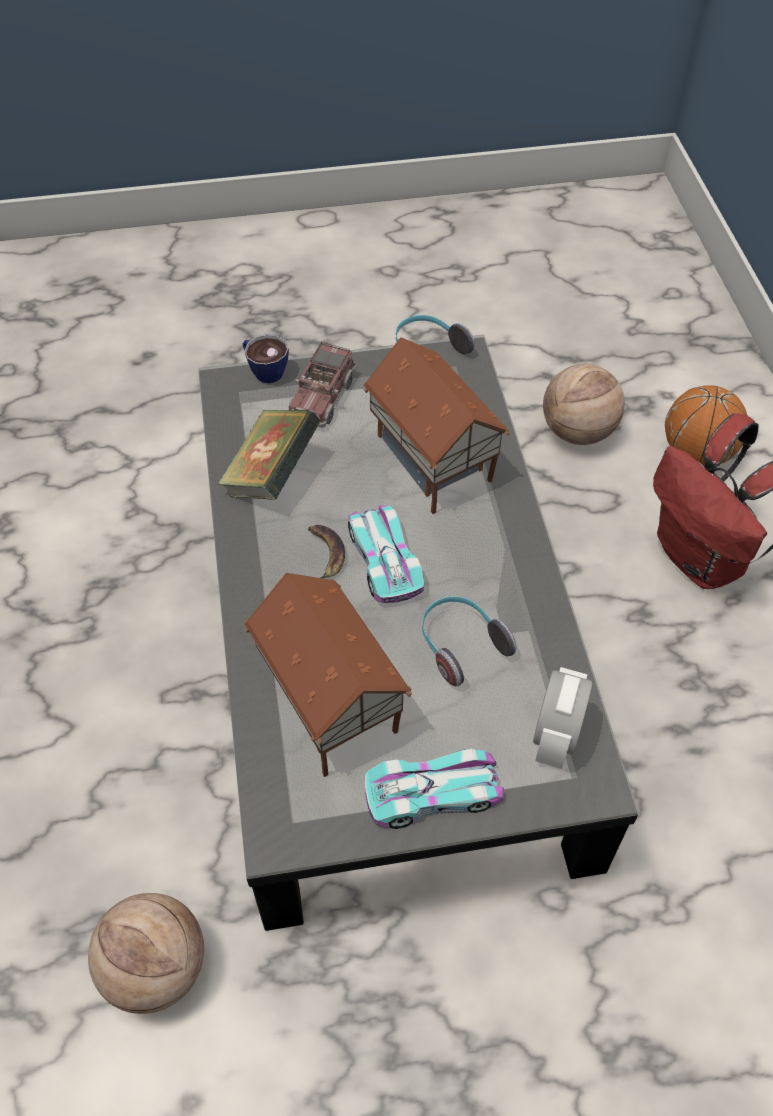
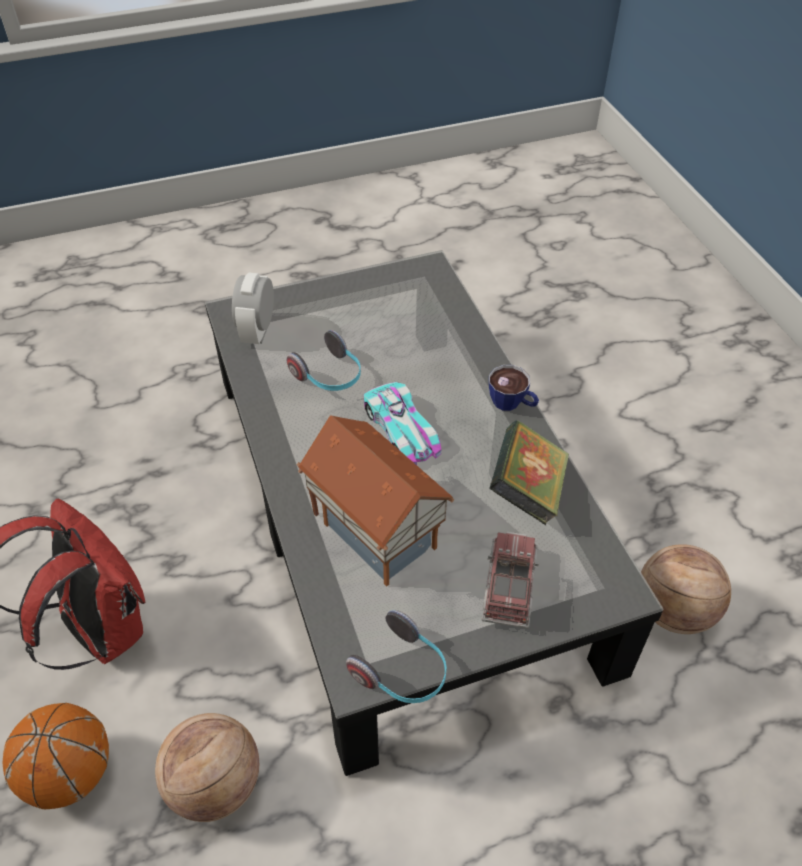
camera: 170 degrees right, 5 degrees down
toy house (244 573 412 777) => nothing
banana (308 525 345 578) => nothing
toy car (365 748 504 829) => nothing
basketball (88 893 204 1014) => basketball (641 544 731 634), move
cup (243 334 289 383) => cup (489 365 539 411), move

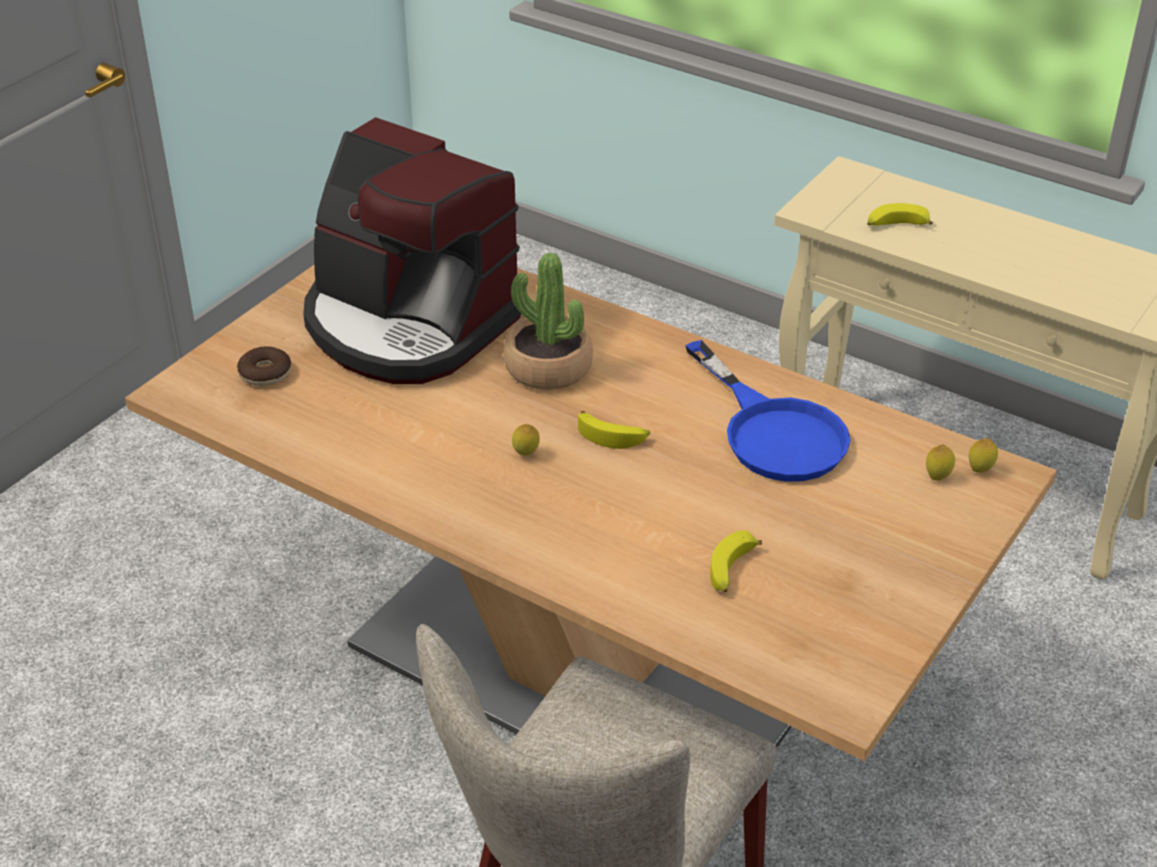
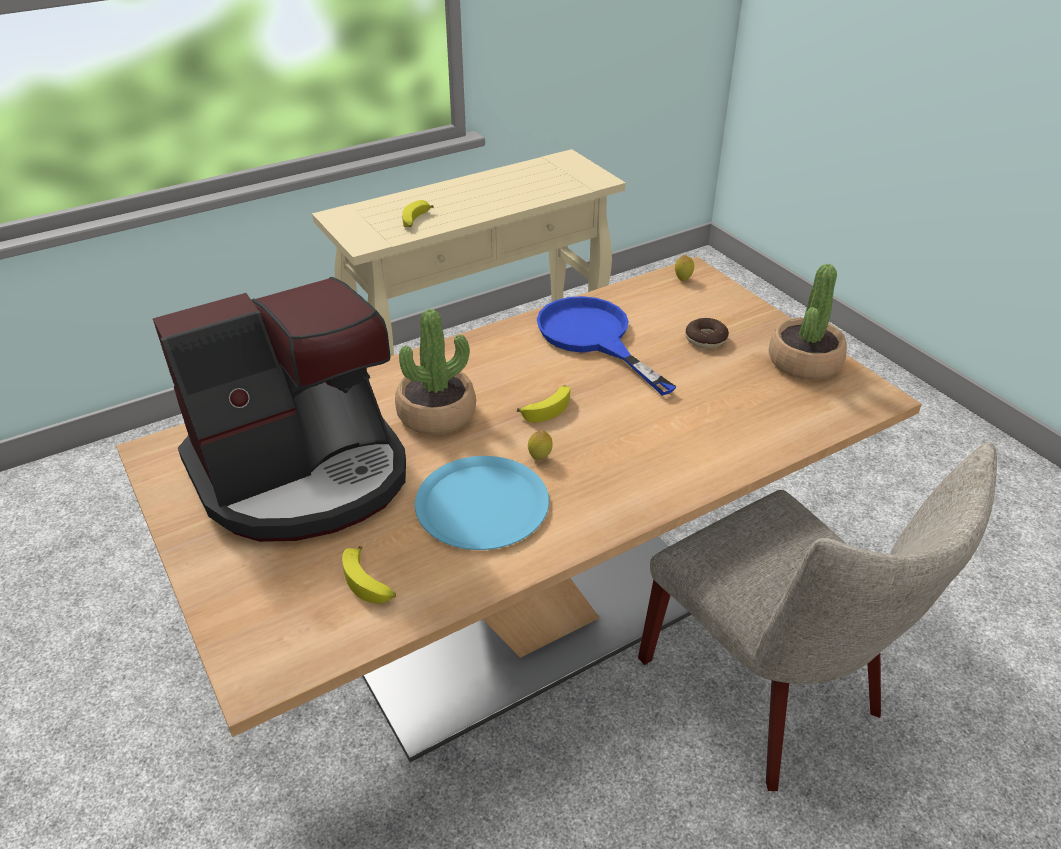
camera: 65 degrees left, 0 degrees up
lemon (926 444 955 481) => nothing
nothing => plate/blue (415 456 549 550)
nothing => potted plant (769 264 847 380)
donut (237 346 291 386) => donut (685 318 729 349), move
banana (710 530 762 592) => banana (342 546 396 603), move
frying pan/blue (685 340 850 482) => frying pan/blue (537 296 677 396), 120 degrees counterclockwise

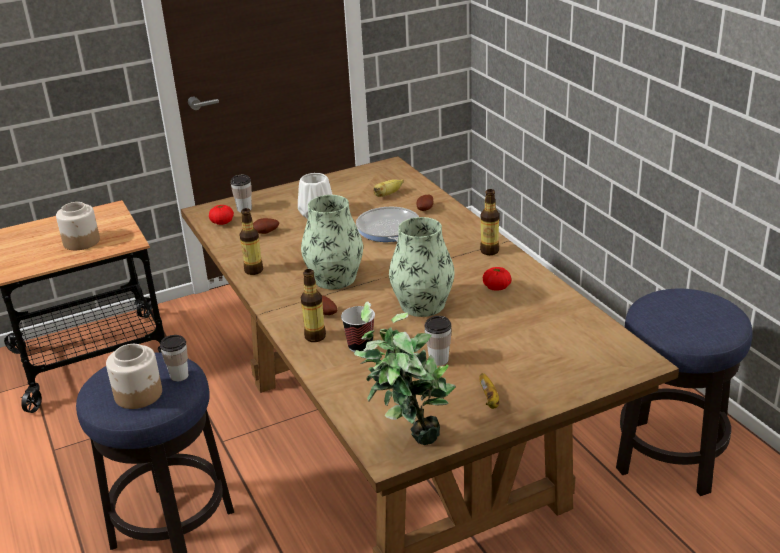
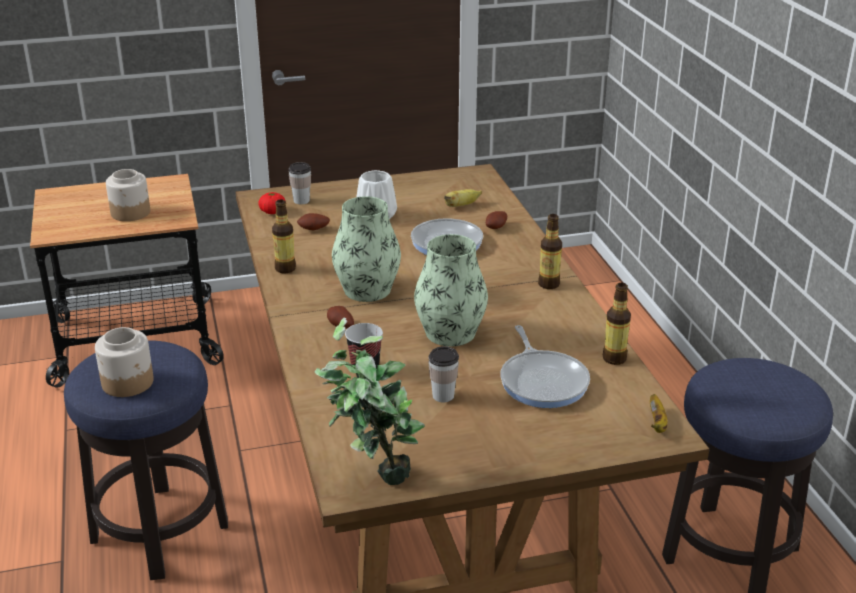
camera: 10 degrees right, 0 degrees up
cup (160 335 188 382) => nothing
tomato (483 267 511 291) => nothing
nothing => frying pan (501 325 590 408)
bottle (301 269 326 342) => bottle (603 283 631 365), move
banana (479 373 499 409) => banana (650 394 668 433), move

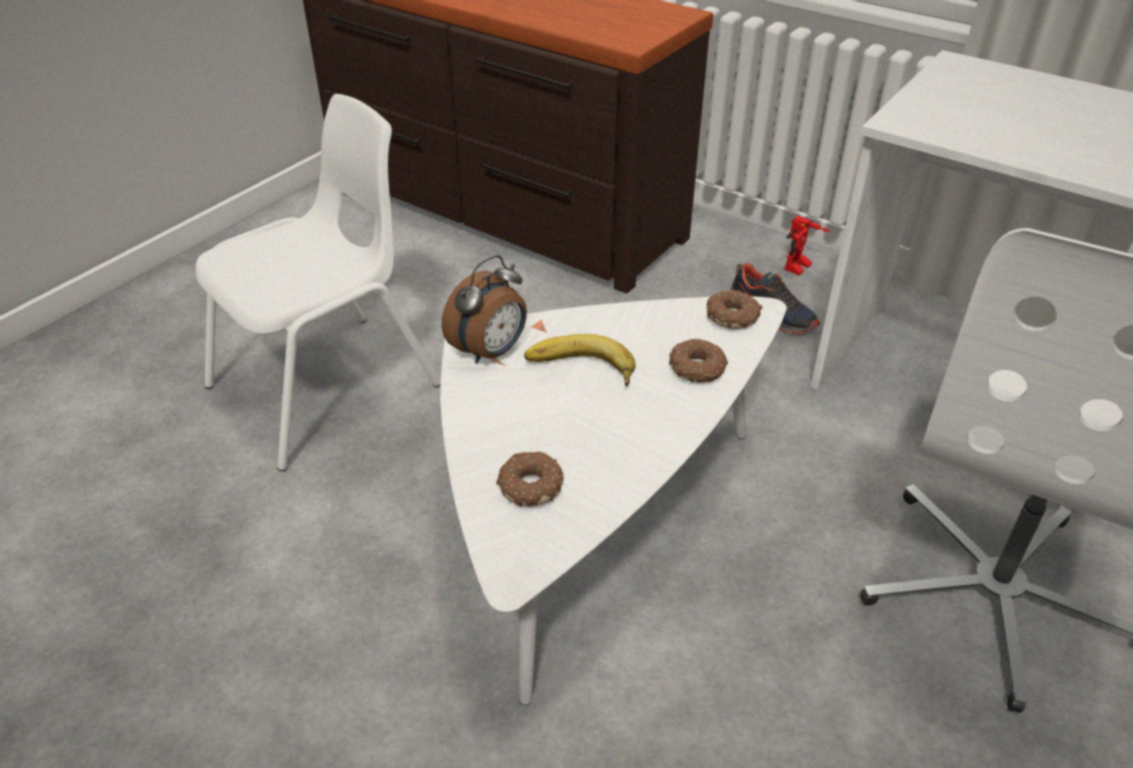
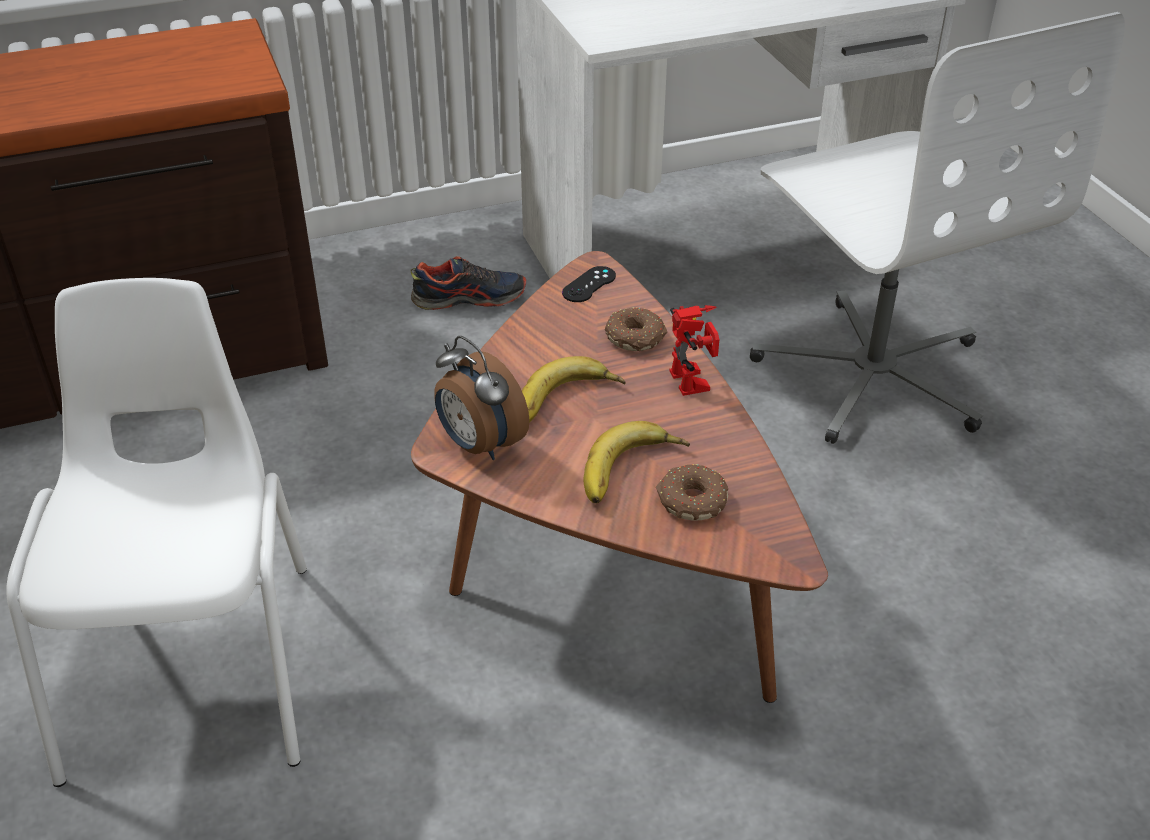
camera: 55 degrees left, 0 degrees up
nothing => banana (584 421 690 503)
toy robot (784 216 830 275) => toy robot (669 305 719 396), move
donut (706 290 763 329) => game controller/black (562 266 616 302)
coffee table/white (440 296 787 705) => coffee table/brown (411 251 828 703)
alarm clock (442 255 527 364) => alarm clock (434 336 530 460), 150 degrees clockwise

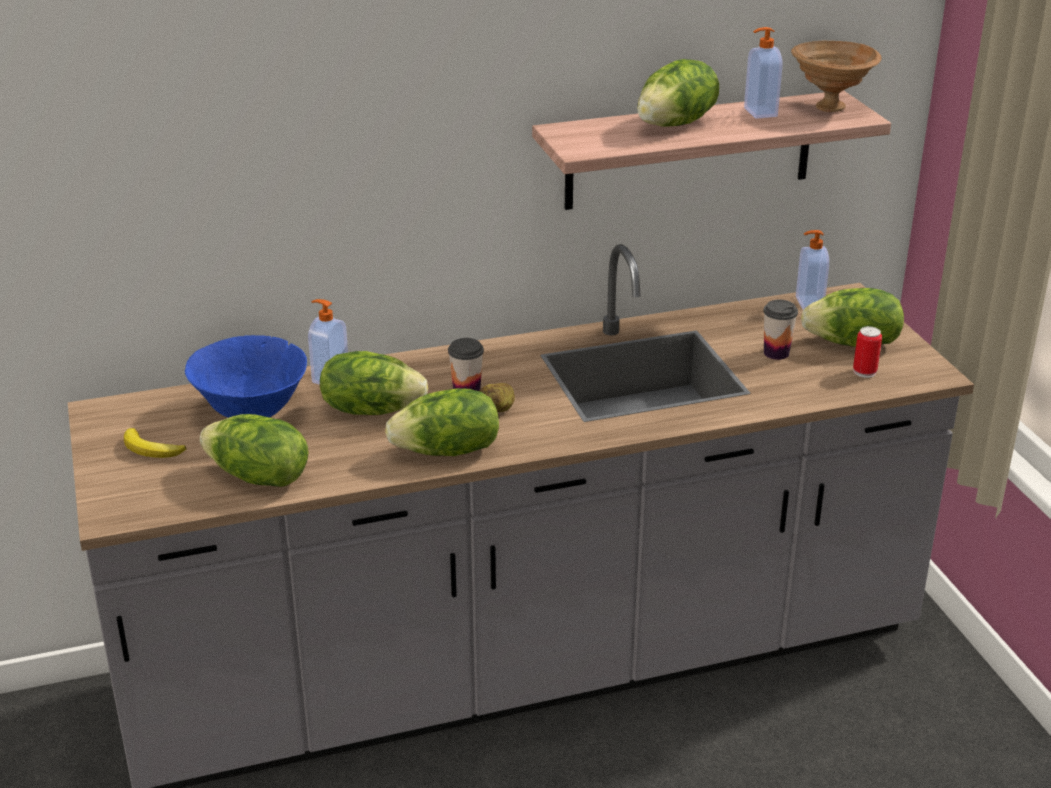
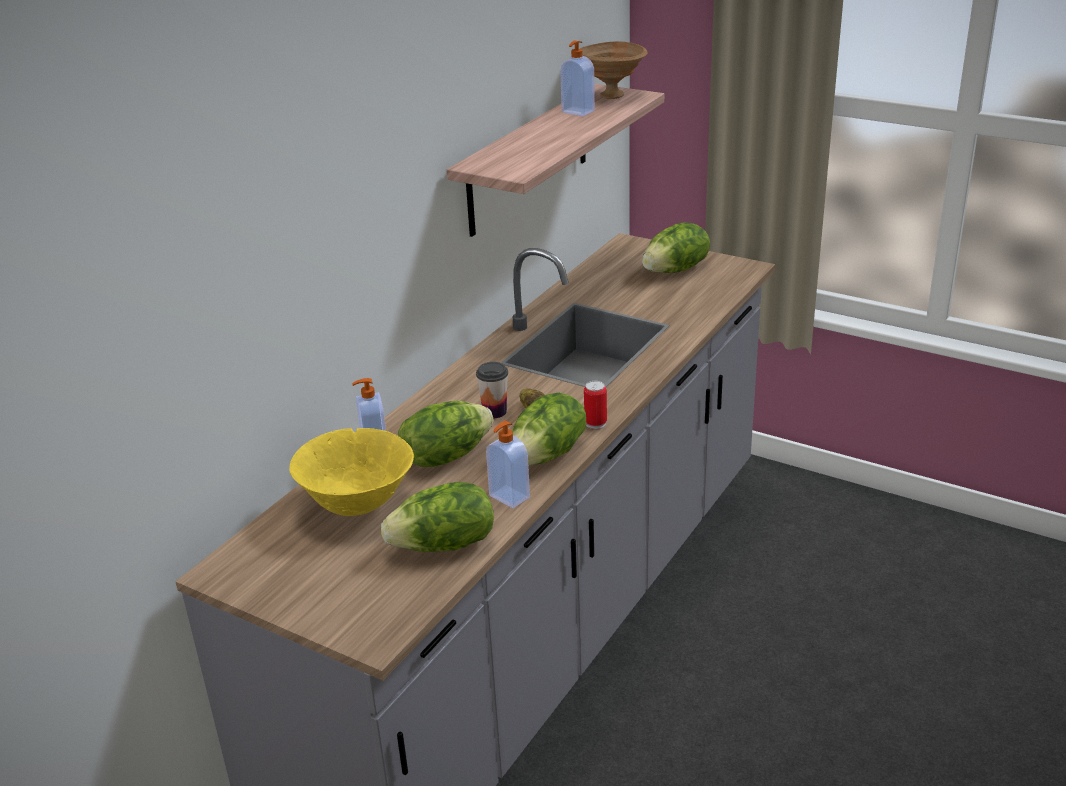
camera: 40 degrees left, 0 degrees up
banana (124 428 186 458) => nothing
lettuce (637 59 719 127) => nothing
cup (763 300 798 360) => nothing
soap dispenser (796 230 829 309) => soap dispenser (486 421 530 508), move
can (853 326 882 378) => can (584 381 607 429), move
bowl/blue (185 335 307 418) => bowl/yellow (289 428 414 516)

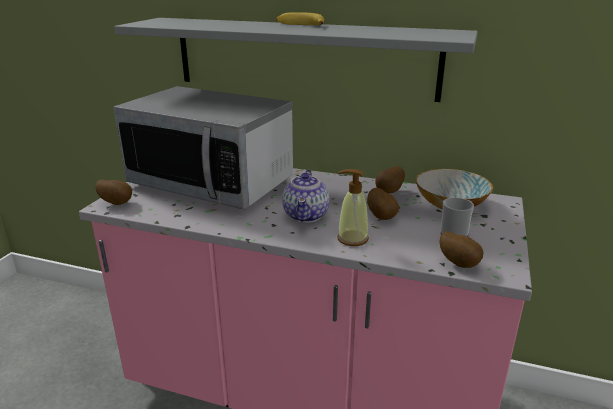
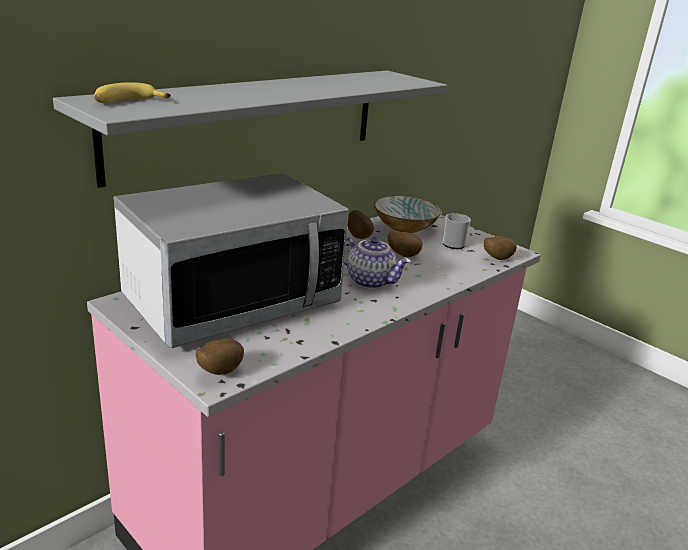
camera: 65 degrees left, 0 degrees up
soap dispenser (337 169 369 246) => nothing
banana (276 12 324 25) => banana (94 82 171 103), move

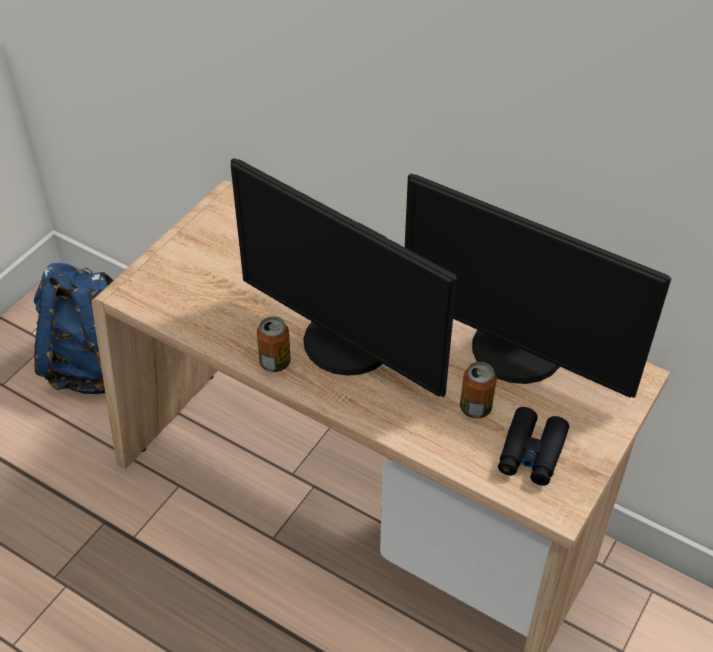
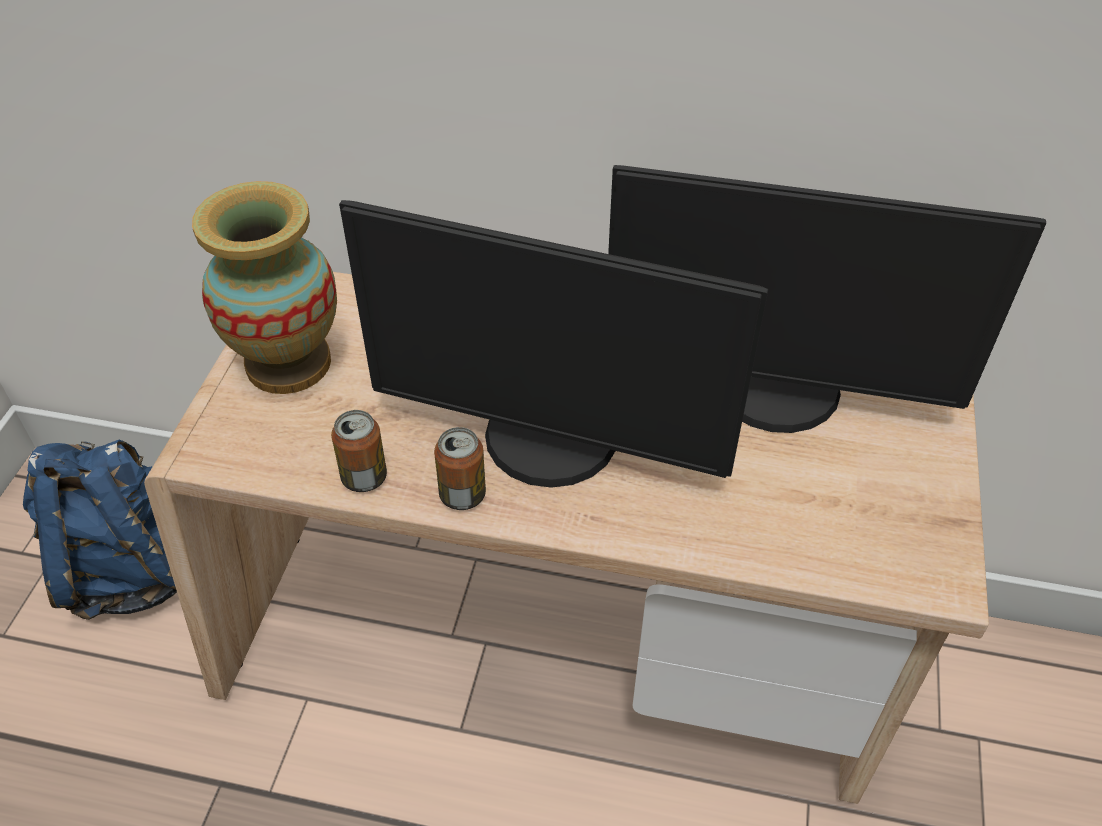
camera: 20 degrees left, 0 degrees up
binoculars/black (498 407 569 486) => nothing
nothing => vase (192 181 337 394)
can (460 362 497 418) => can (331 410 387 492), move

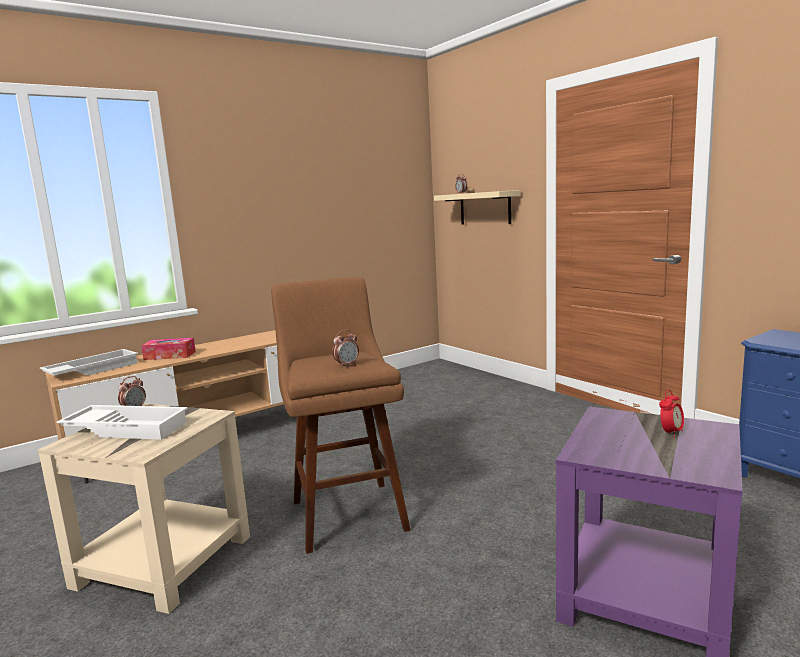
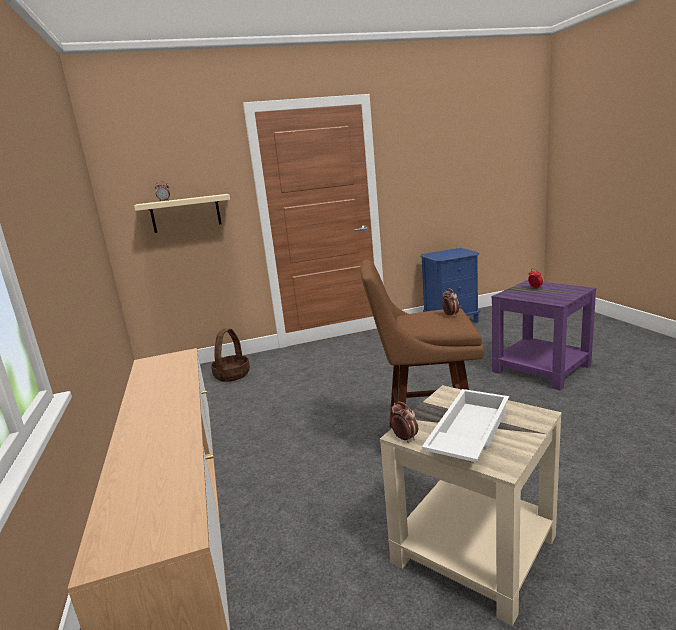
camera: 70 degrees left, 5 degrees up
tray/white (40 349 138 376) => nothing
tissue box (141 338 196 360) => nothing
nothing => basket (211 328 250 382)

